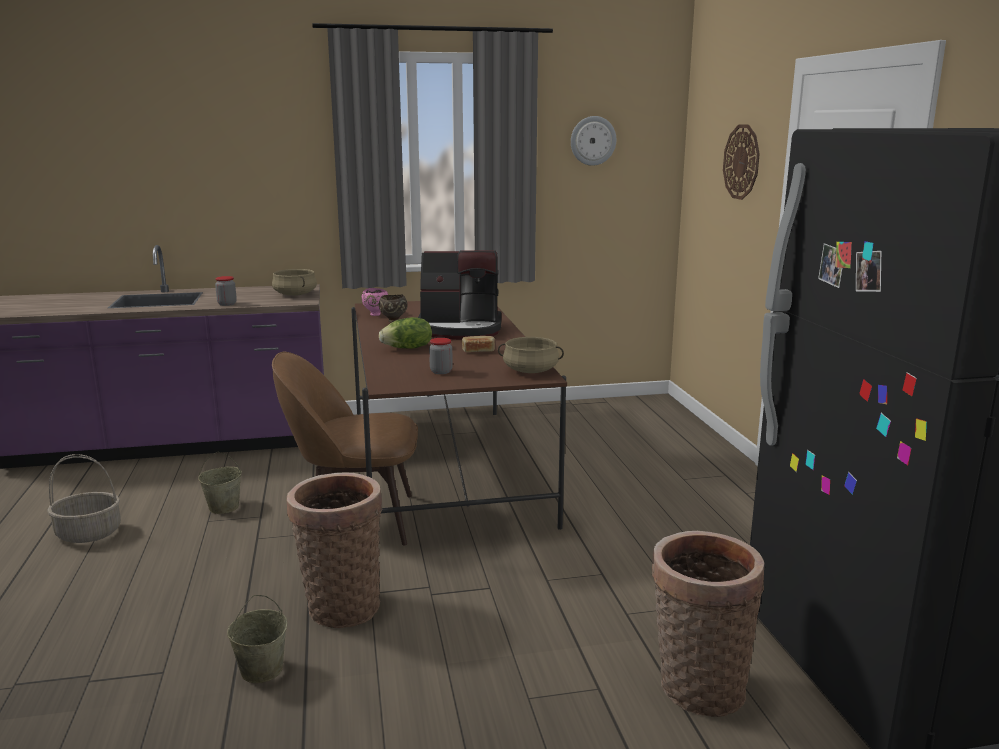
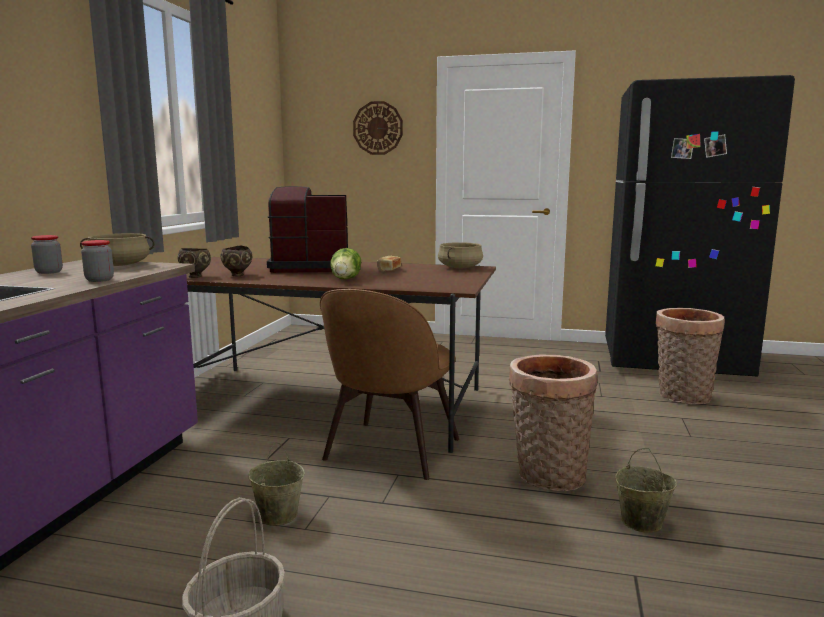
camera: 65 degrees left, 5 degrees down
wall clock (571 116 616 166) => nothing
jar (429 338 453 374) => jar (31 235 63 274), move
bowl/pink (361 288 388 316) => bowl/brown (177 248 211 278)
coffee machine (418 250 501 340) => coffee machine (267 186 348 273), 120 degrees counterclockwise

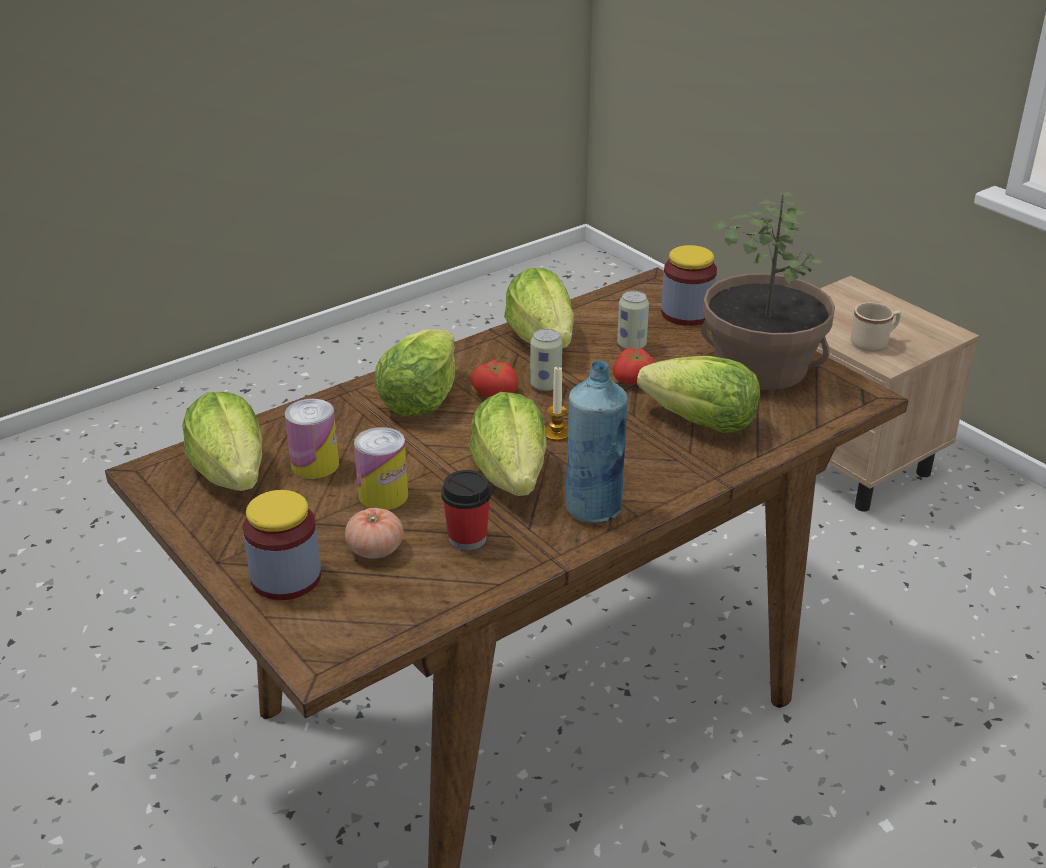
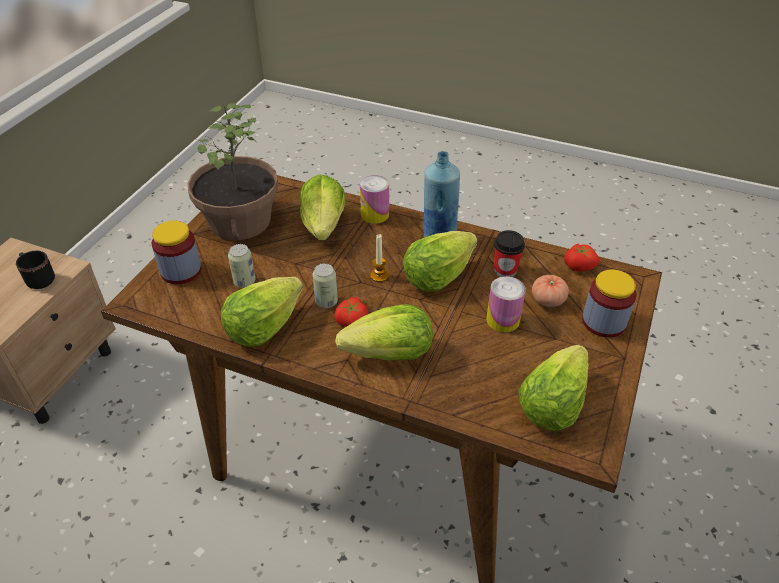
camera: 120 degrees left, 10 degrees up
can (285 399 339 479) => can (360 175 389 224), move
tomato (613 348 655 385) => tomato (564 244 599 272), move
mug/beige (851 302 901 352) => mug/black (16 250 55 289)

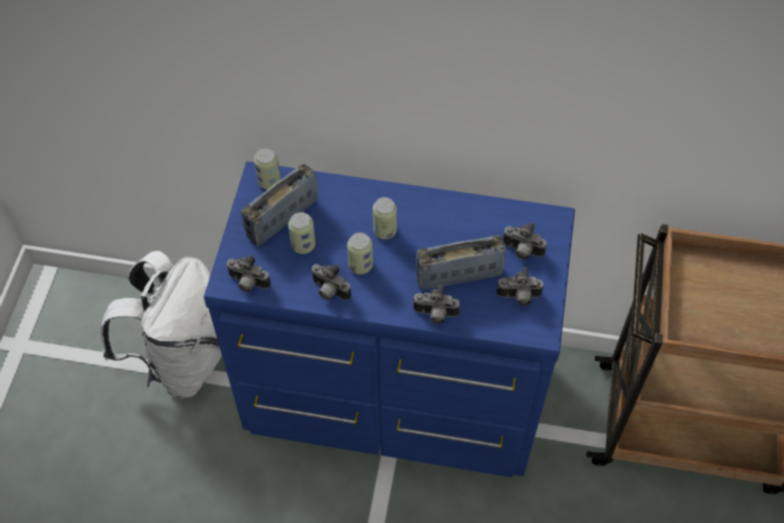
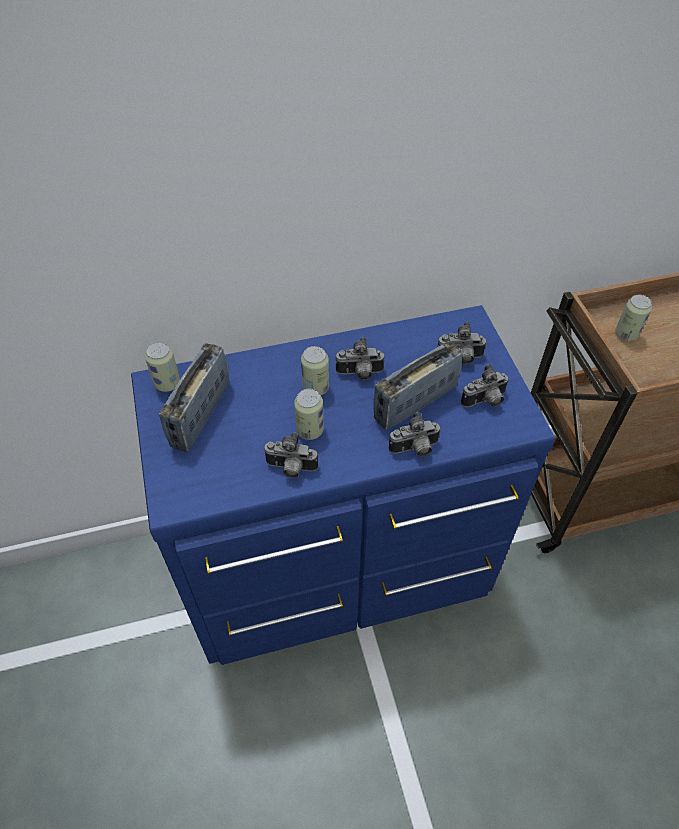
camera: 25 degrees left, 5 degrees down
backpack/white (101 251 222 399) => nothing
photo camera (226 255 271 292) => photo camera (335 337 385 380), move
can (288 212 316 254) => can (615 294 652 341), move

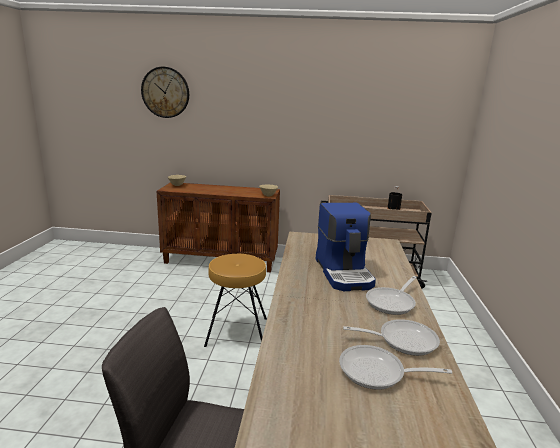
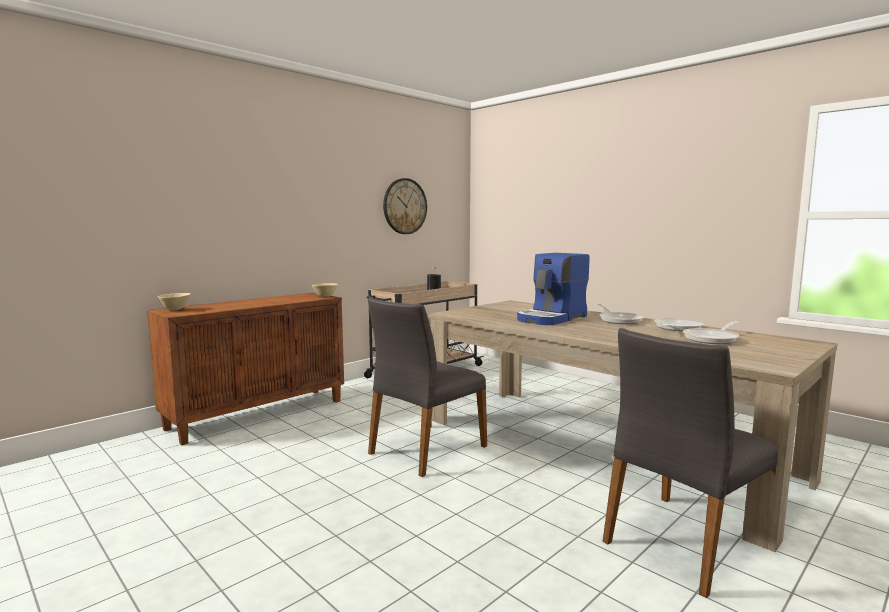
camera: 50 degrees left, 10 degrees down
wall clock (141 67 189 118) => wall clock (383 178 427 234), move
stool/brown (204 254 267 347) => chair/grey (368 297 487 477)
coffee machine (315 203 376 291) => coffee machine (517 253 590 325), 105 degrees clockwise

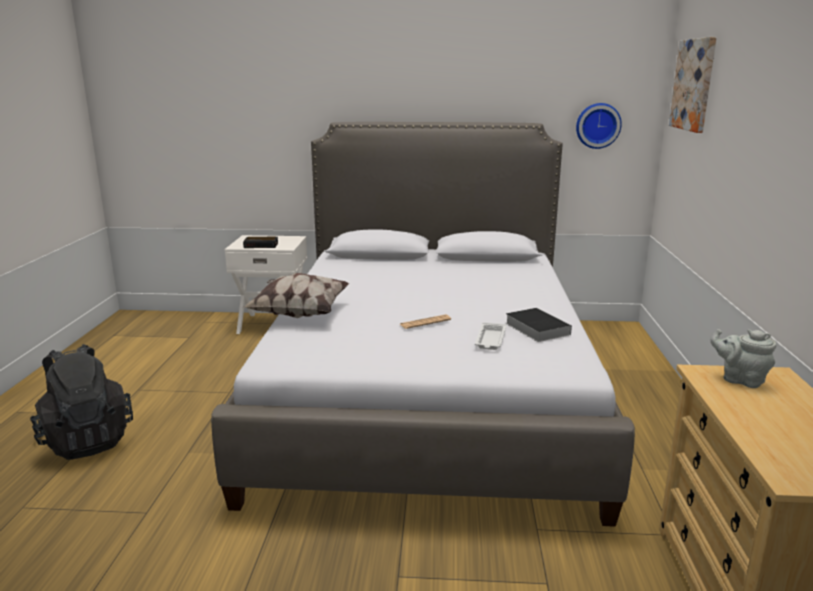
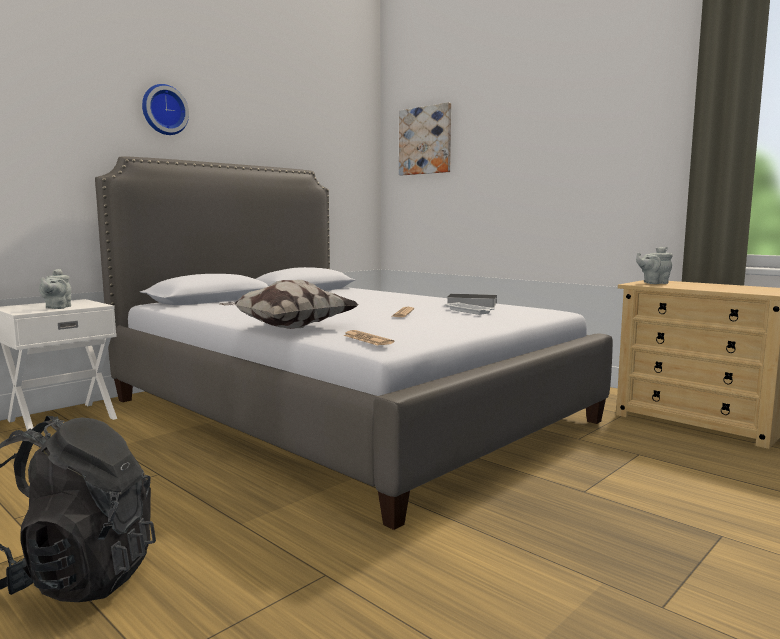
camera: 50 degrees left, 10 degrees down
nothing => newspaper (343 330 394 346)
wall clock (576 103 622 149) => wall clock (142 84 189 135), move
alarm clock (243 237 278 248) => teapot/grey (39 269 71 309)

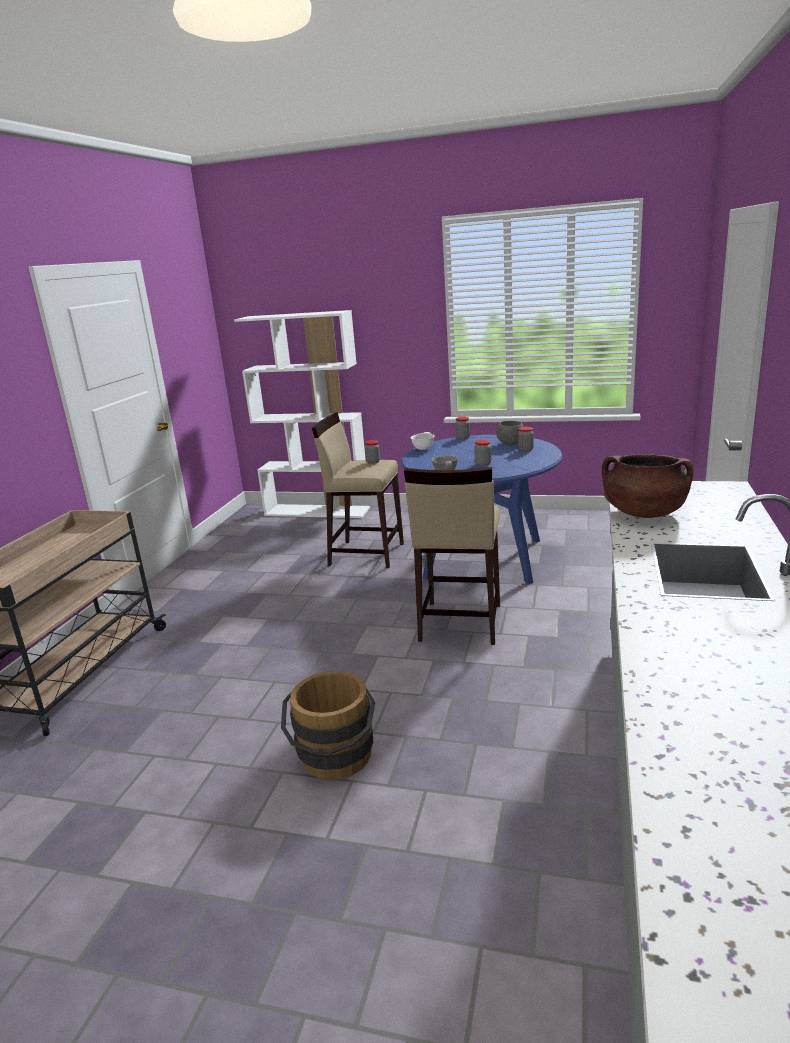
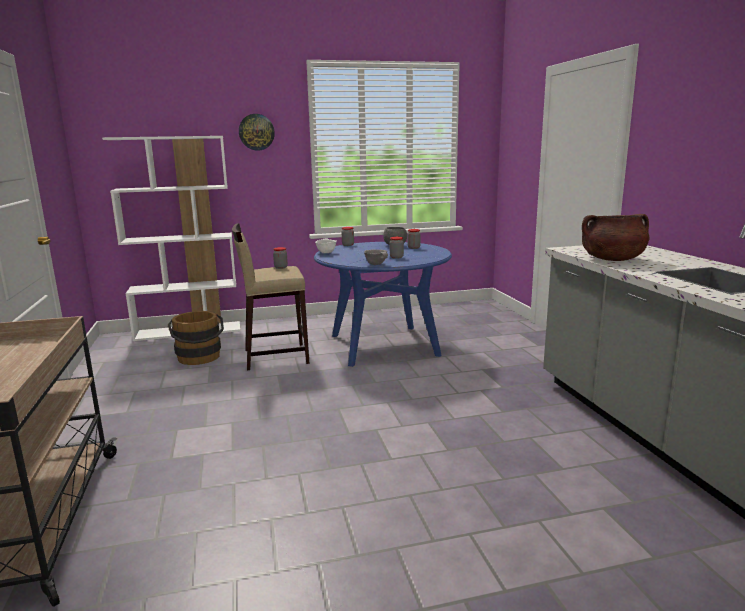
camera: 30 degrees left, 5 degrees down
stool/beige (404 467 500 645) => nothing
nothing => wall clock (239 114 275 151)
bucket/brown (281 671 375 780) => bucket/brown (168 311 224 365), move

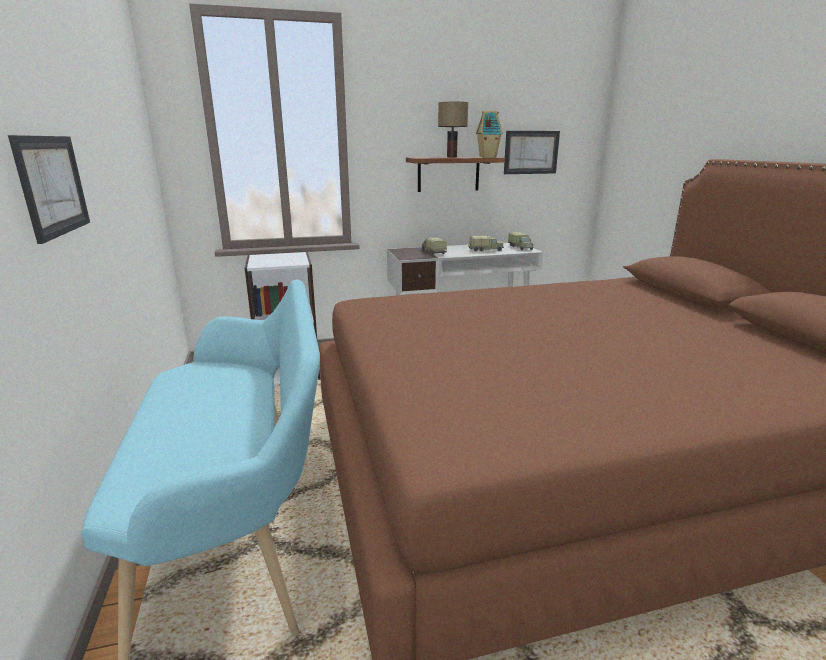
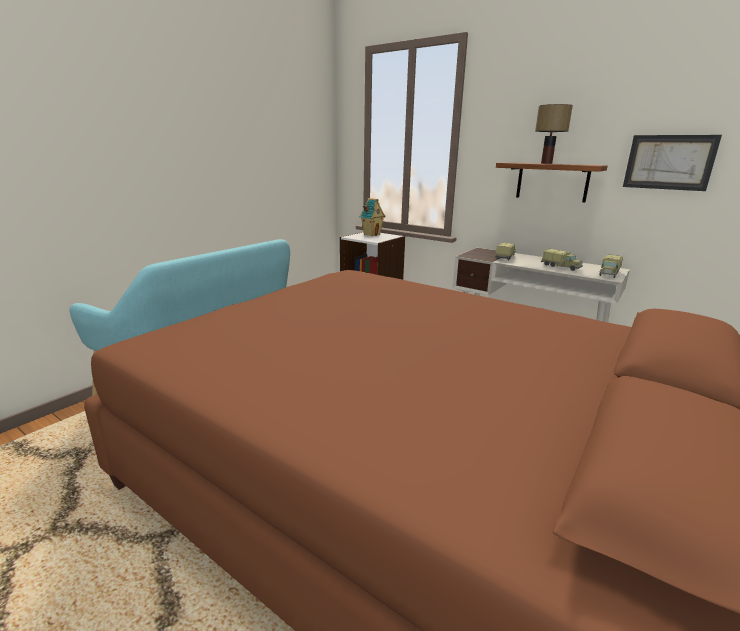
camera: 50 degrees right, 0 degrees up
picture (8 135 90 244) => nothing
toy house (476 111 503 157) => toy house (360 198 386 236), move

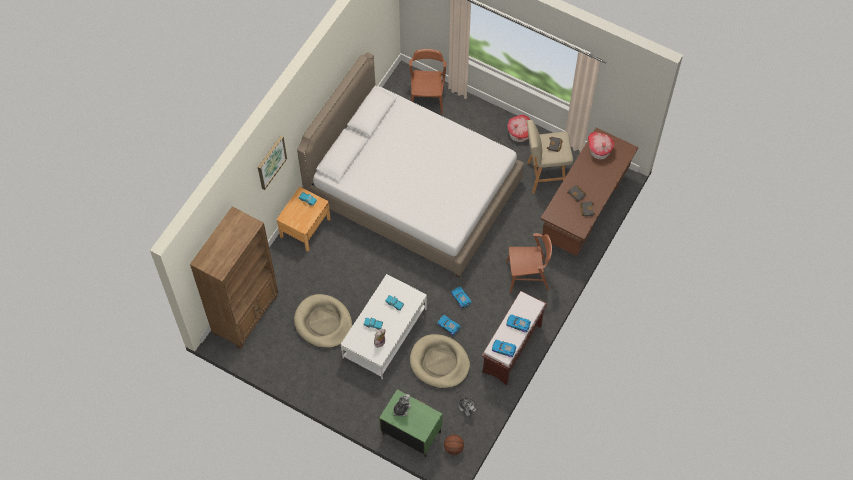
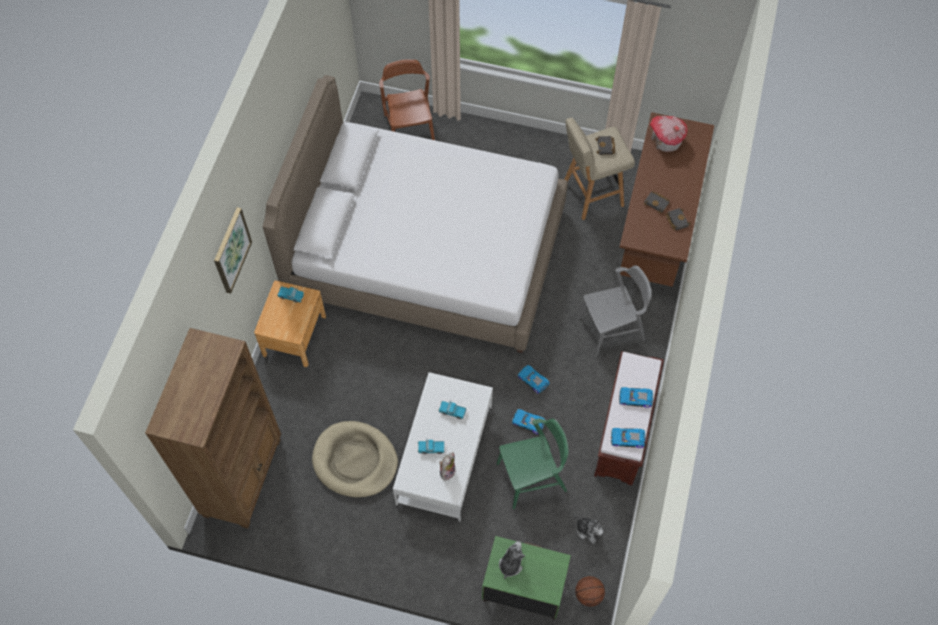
camera: 15 degrees left, 0 degrees up
toy house (507 115 531 142) => nothing
dog bed/beige (410 334 470 388) => chair/green (497 418 568 509)
chair/brown (506 233 552 293) => chair/grey (578 265 652 357)

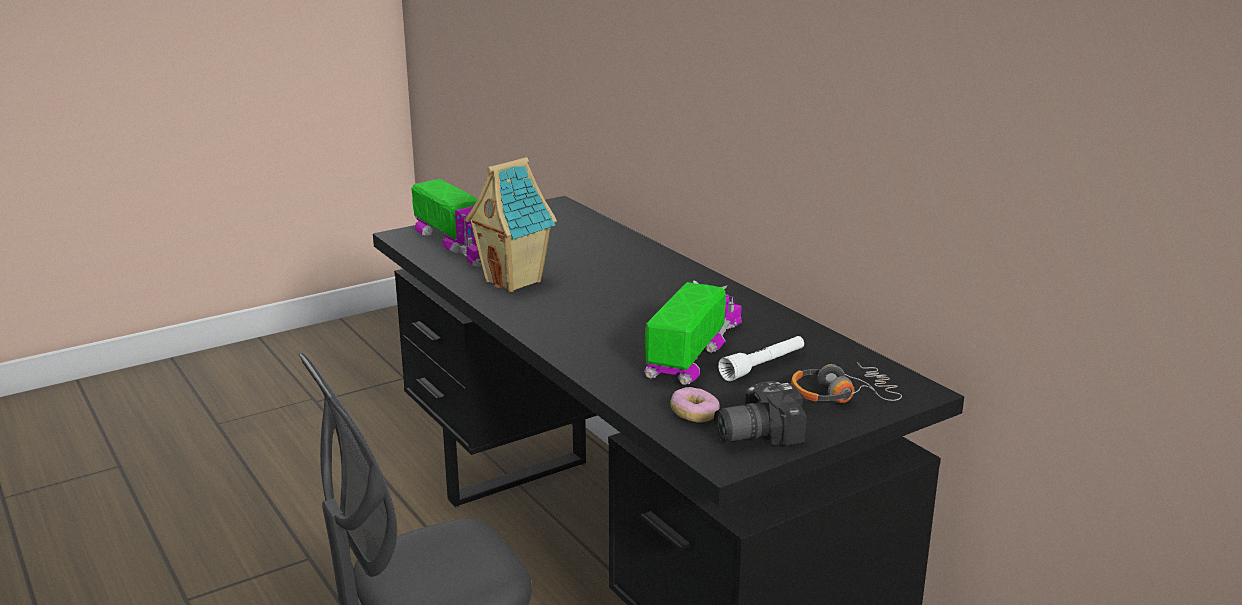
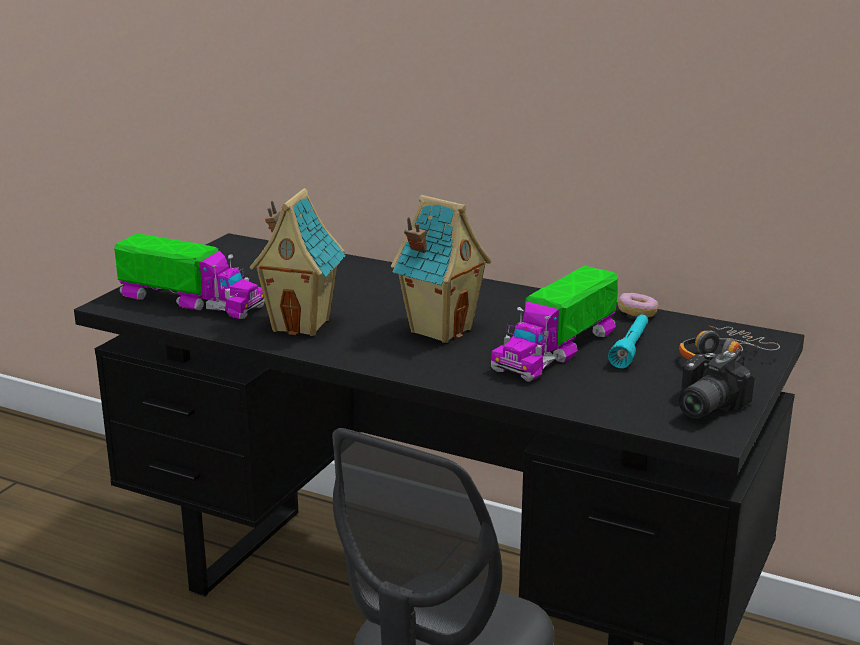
camera: 30 degrees left, 0 degrees up
nothing => toy house (391 195 491 343)
donut (670 387 720 422) => donut (617 293 659 318), move
flashlight/white (718 336 804 381) => flashlight/turquoise (608 315 648 368)
toy truck (644 280 742 385) => toy truck (491 266 618 382), 135 degrees counterclockwise

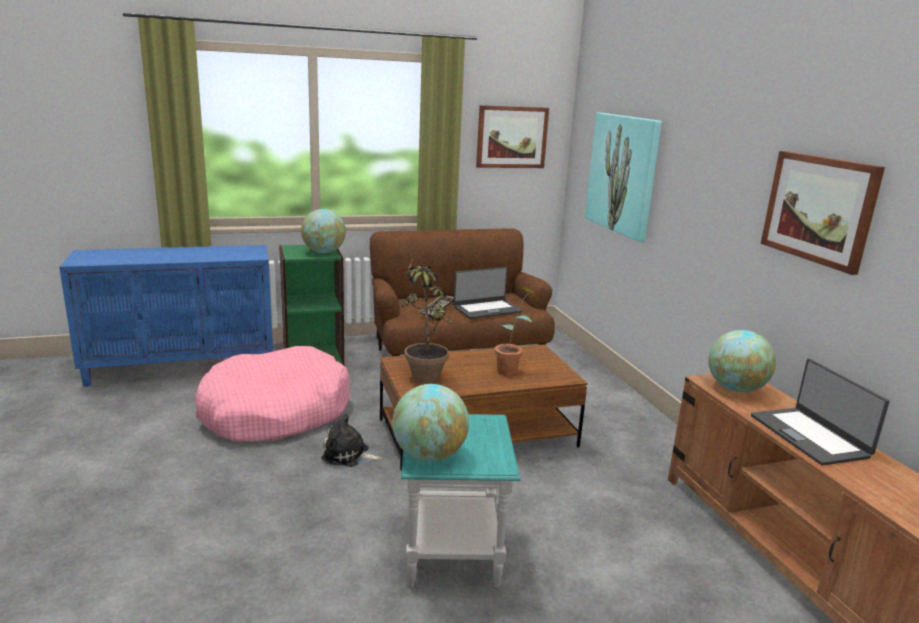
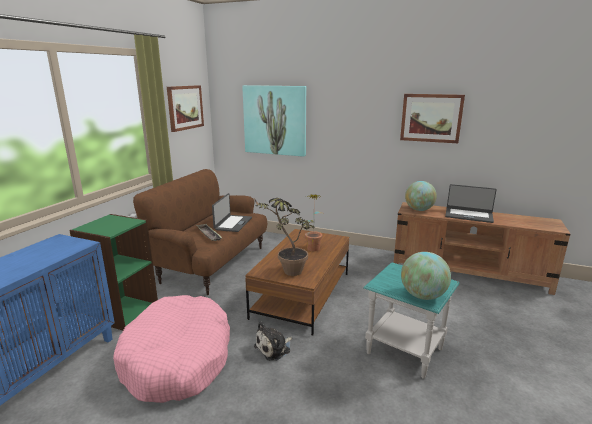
camera: 50 degrees left, 0 degrees up
globe (301 209 346 253) => nothing

